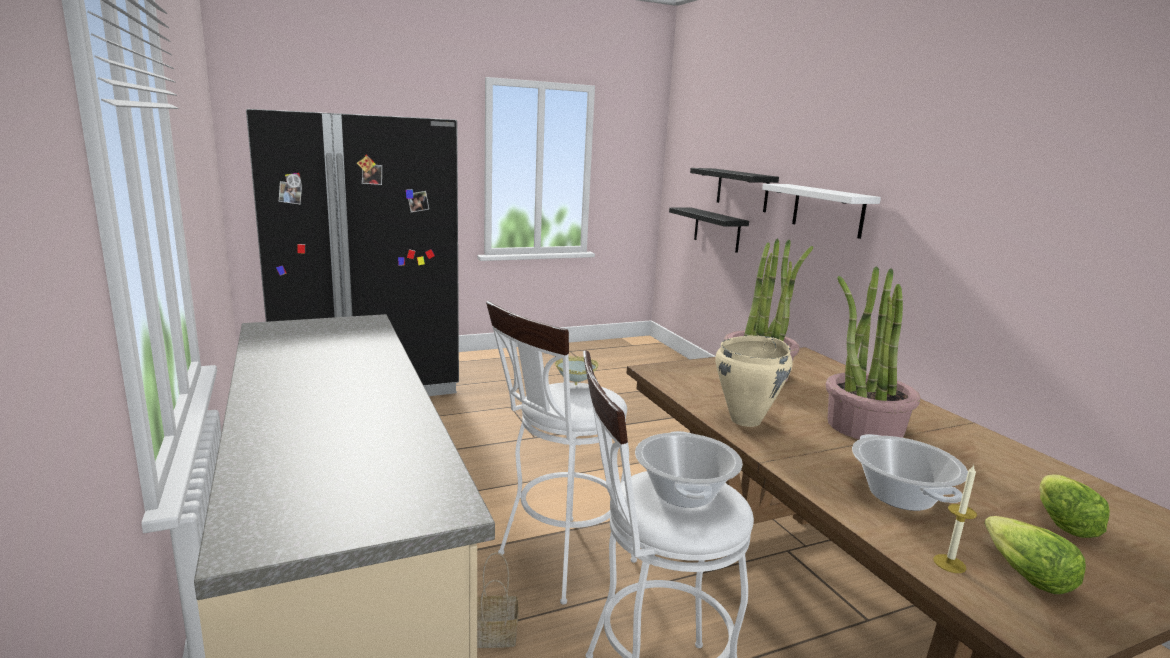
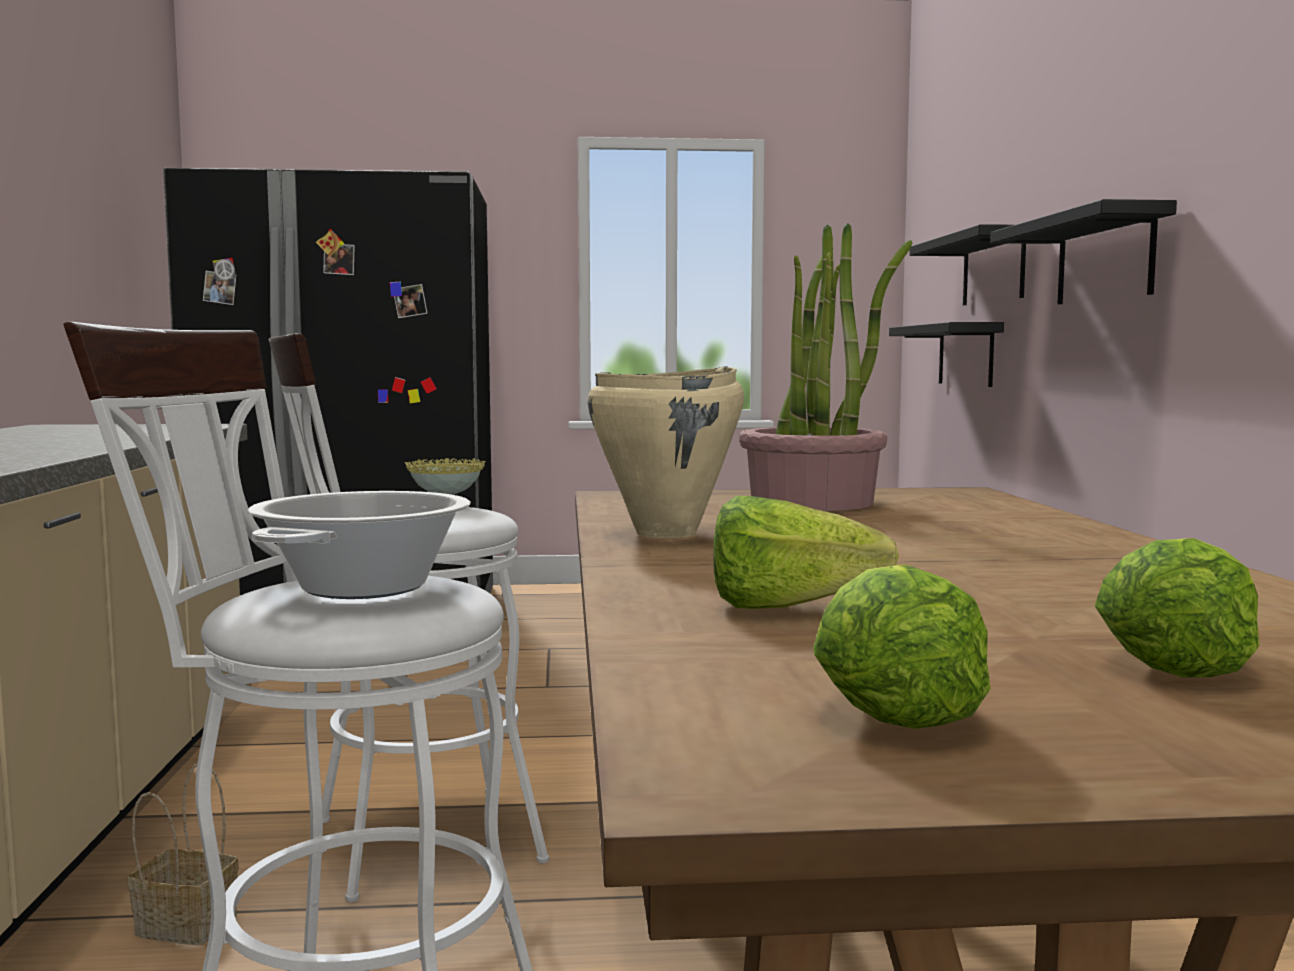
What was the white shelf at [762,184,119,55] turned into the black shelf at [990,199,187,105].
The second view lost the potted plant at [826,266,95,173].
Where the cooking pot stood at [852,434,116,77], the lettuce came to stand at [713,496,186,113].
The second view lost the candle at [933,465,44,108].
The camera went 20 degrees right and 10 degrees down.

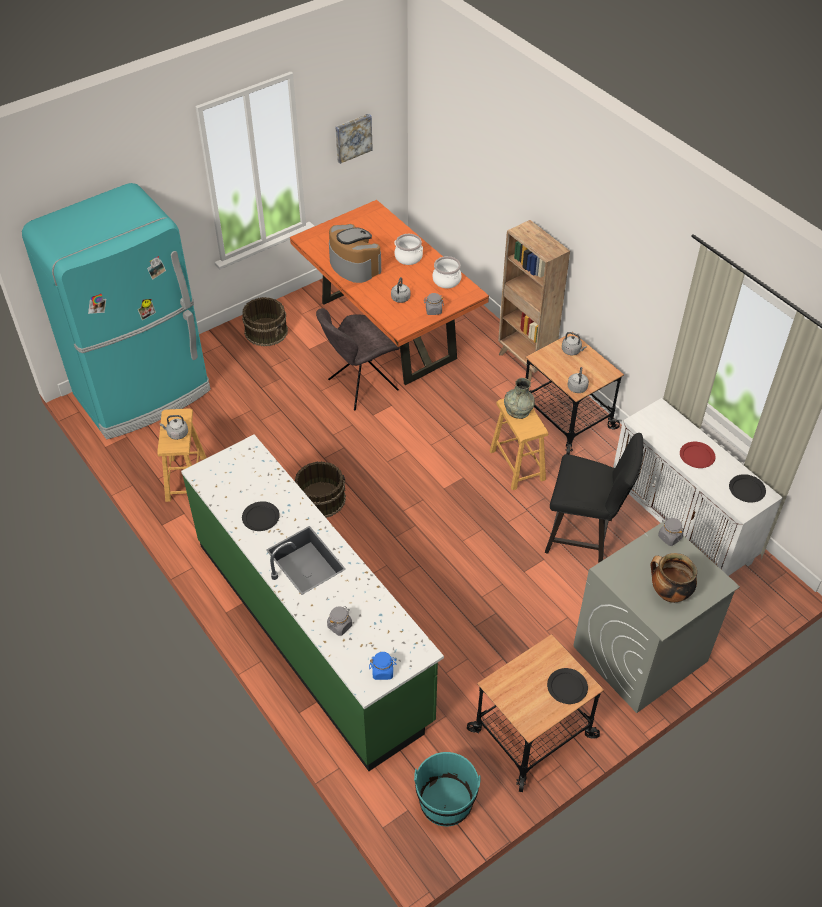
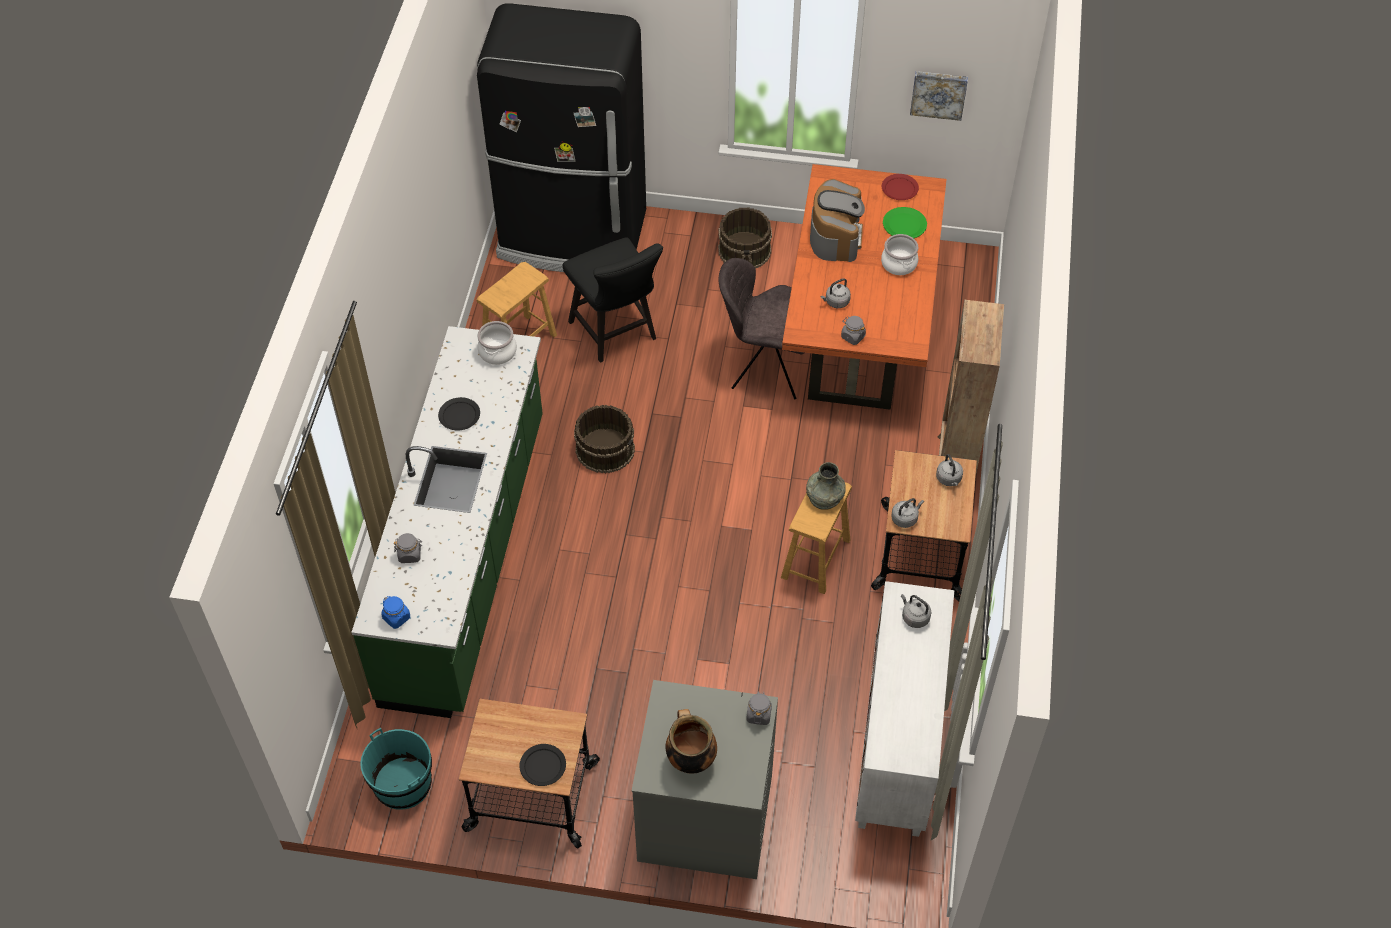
What was the turquoise fridge at [22,183,189,256] turned into the black fridge at [477,3,169,269].
The cooking pot ended up elsewhere, having gone from [433,256,28,32] to [477,321,40,44].
The grey kettle ended up elsewhere, having gone from [160,415,28,25] to [901,594,30,34].
The black chair ended up elsewhere, having gone from [545,433,98,130] to [563,237,100,126].
The red plate ended up elsewhere, having gone from [680,442,35,26] to [882,174,37,26].
The second view lost the black plate at [729,474,37,29].
The second view gained the green plate at [883,207,44,31].
The camera went 45 degrees right and 5 degrees up.

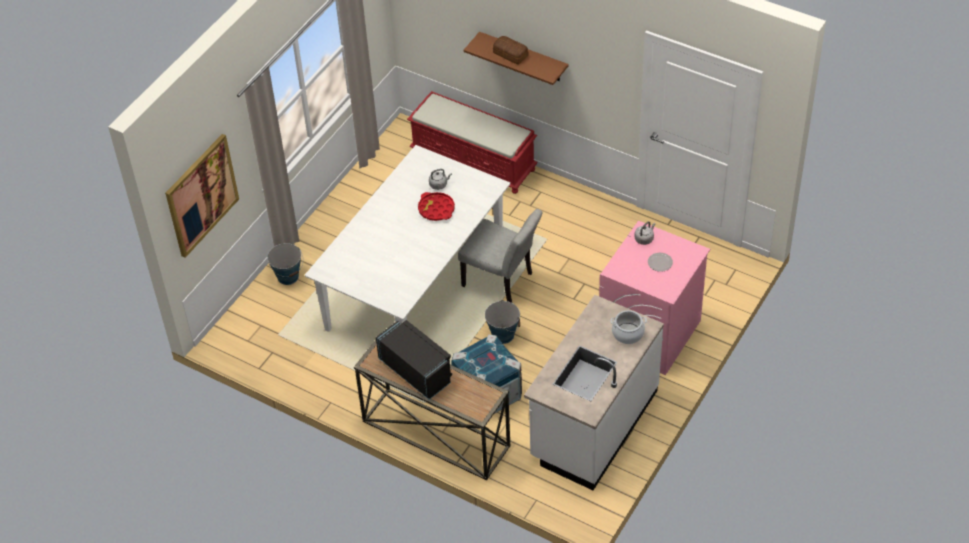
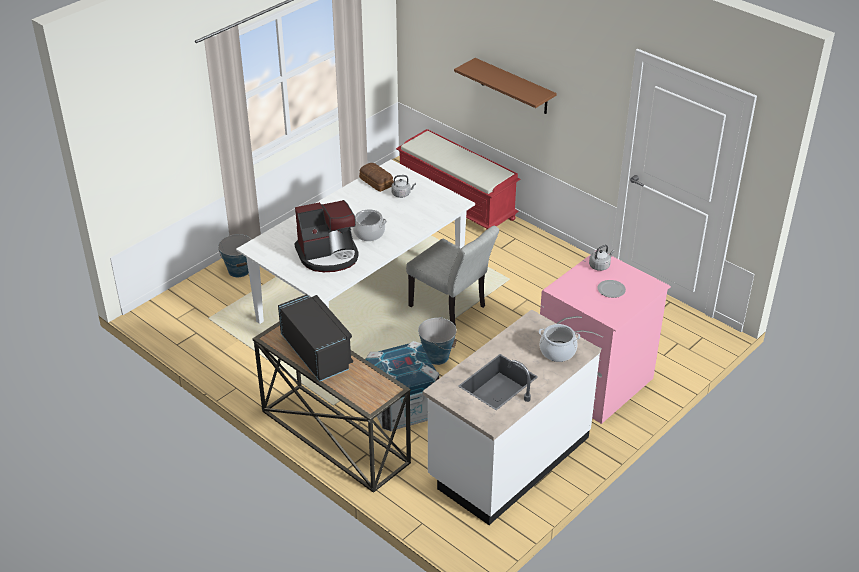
The bread ended up elsewhere, having gone from [493,36,35,29] to [359,163,35,29].
The second view lost the picture at [165,134,74,124].
The second view lost the red tray at [418,192,37,29].
The second view gained the coffee machine at [294,200,65,72].
The second view gained the cooking pot at [353,209,34,32].
The camera went 10 degrees right and 10 degrees down.

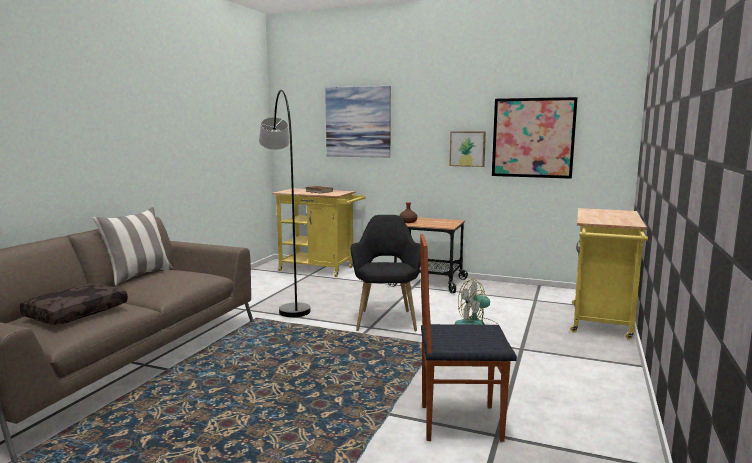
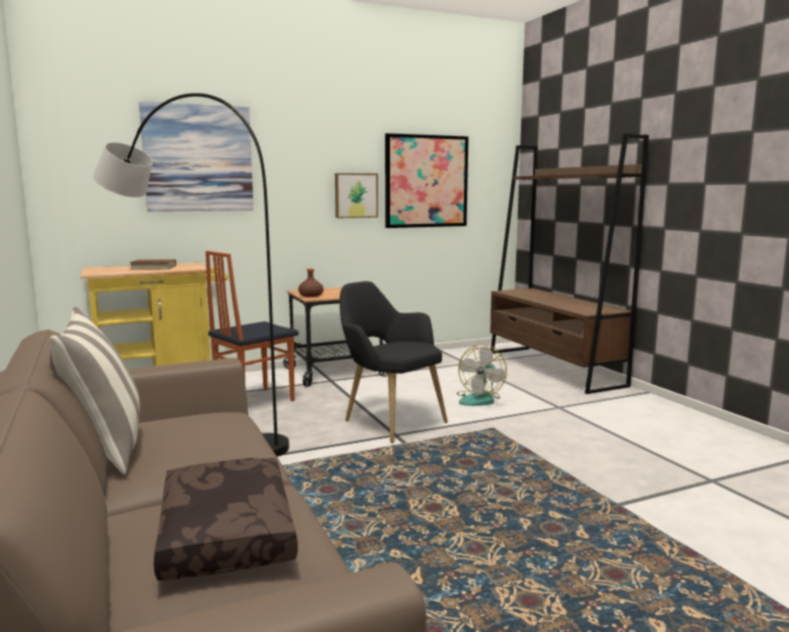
Where the yellow cart stood at [570,208,78,132], the brown bookcase came to stand at [490,134,159,260].
The chair ended up elsewhere, having gone from [420,234,97,208] to [206,251,93,150].
The camera went 45 degrees left and 0 degrees up.

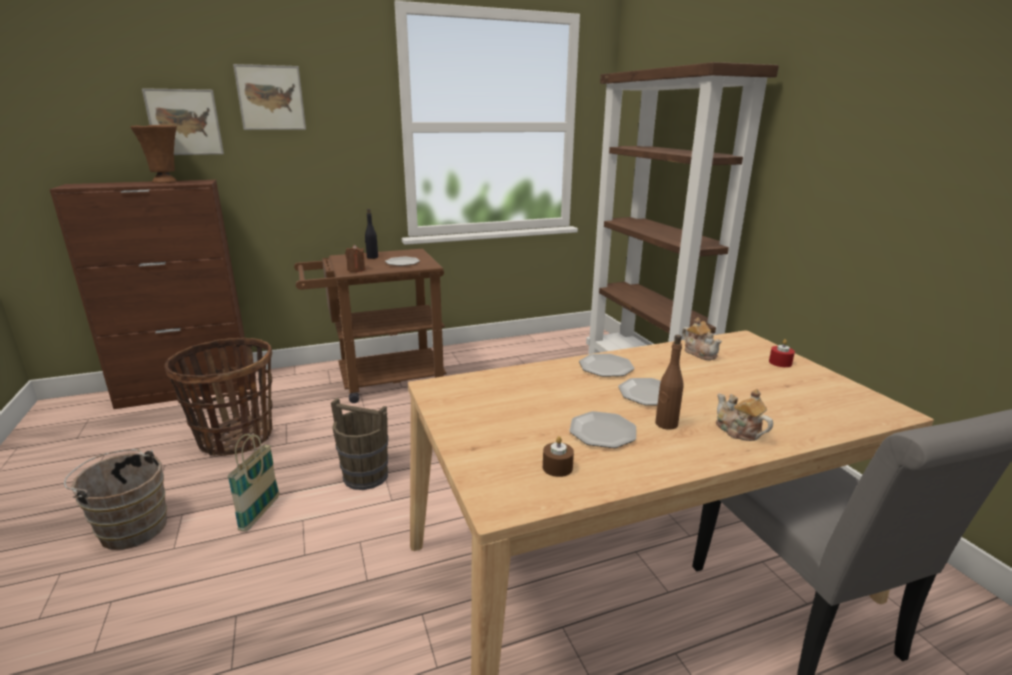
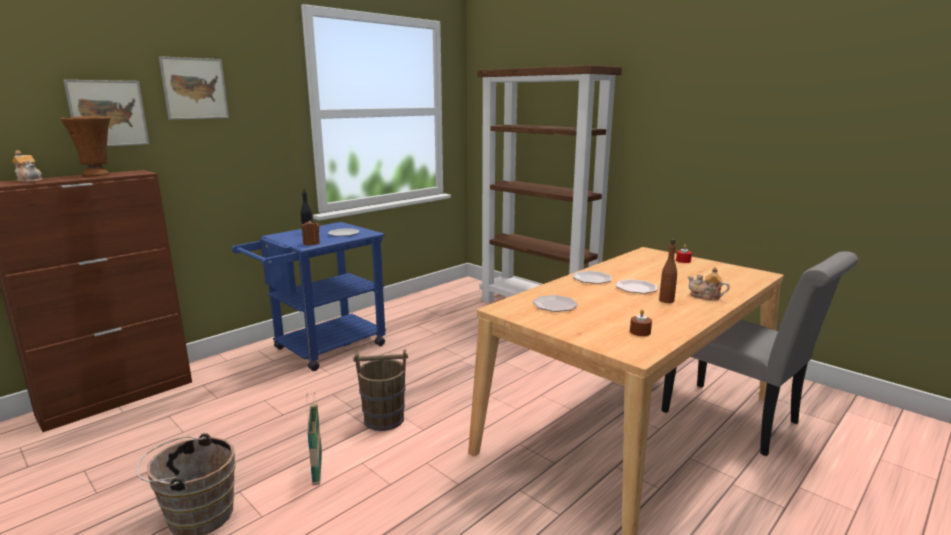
What was the brown cart at [294,249,153,154] turned into the blue cart at [232,222,154,149].
The teapot ended up elsewhere, having gone from [682,317,40,43] to [12,150,31,33].
The second view lost the basket at [164,338,109,118].
The plate ended up elsewhere, having gone from [569,411,67,37] to [533,295,45,17].
The camera went 25 degrees left and 5 degrees down.

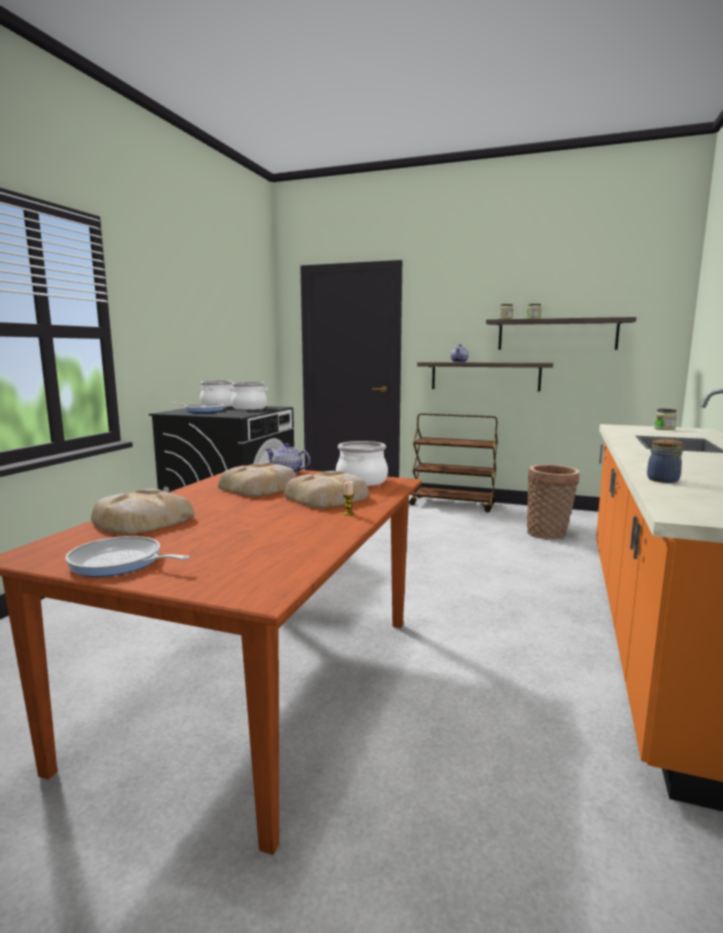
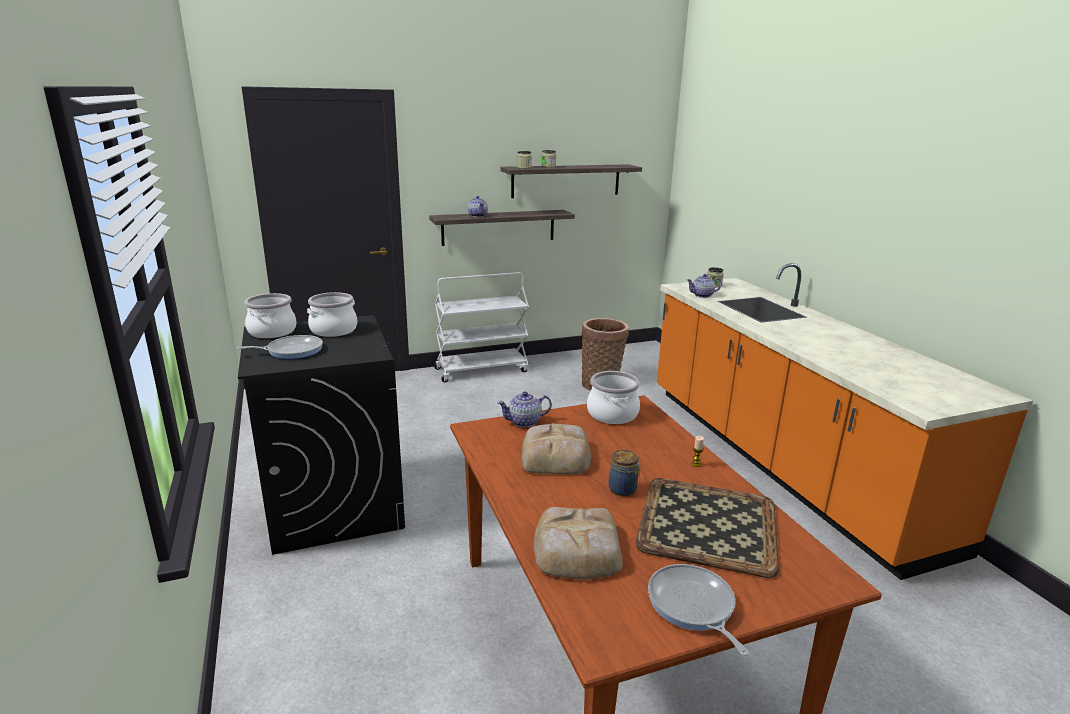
What was the brown cart at [409,413,89,99] turned into the white cart at [434,272,95,110].
The jar ended up elsewhere, having gone from [647,439,36,44] to [608,450,33,46].
The second view lost the bread at [284,471,85,37].
The frying pan at [65,536,125,41] ended up facing another way, 90 degrees clockwise from before.
The second view gained the teapot at [687,274,35,24].
The second view gained the tray at [635,478,144,100].
The camera went 40 degrees left and 10 degrees up.

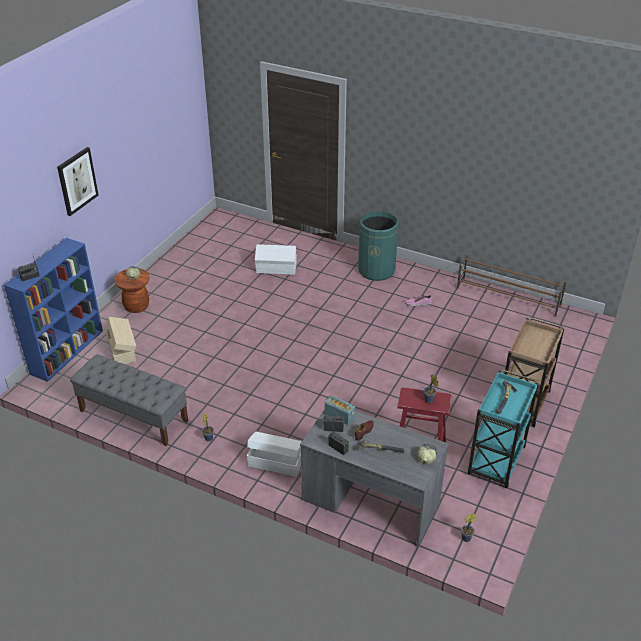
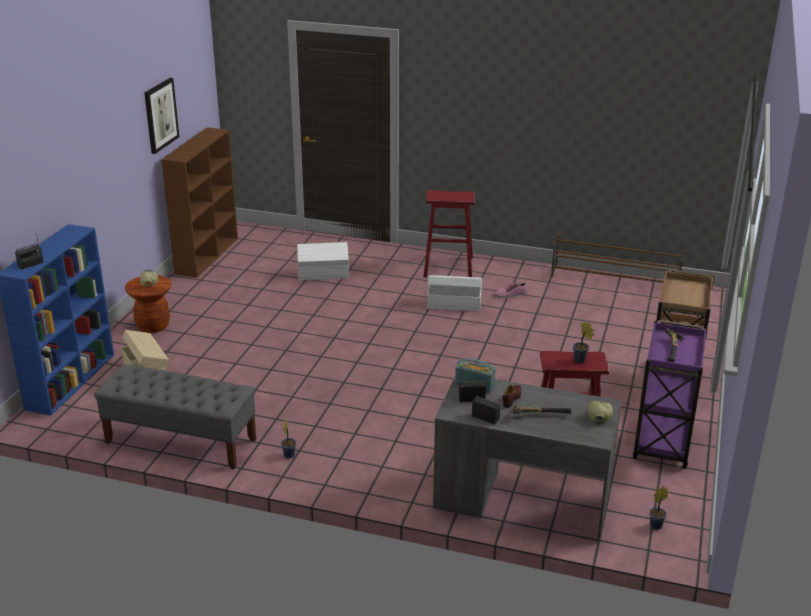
The picture ended up elsewhere, having gone from [57,147,42,69] to [144,78,35,76].
Where the green trash can stood at [358,211,40,70], the red stool came to stand at [423,190,52,88].
What was the turquoise cart at [468,370,71,118] turned into the purple cart at [633,320,74,148].
The white storage box ended up elsewhere, having gone from [247,432,55,45] to [427,275,55,37].
The second view gained the brown bookcase at [161,127,77,151].
The camera went 10 degrees left and 10 degrees down.

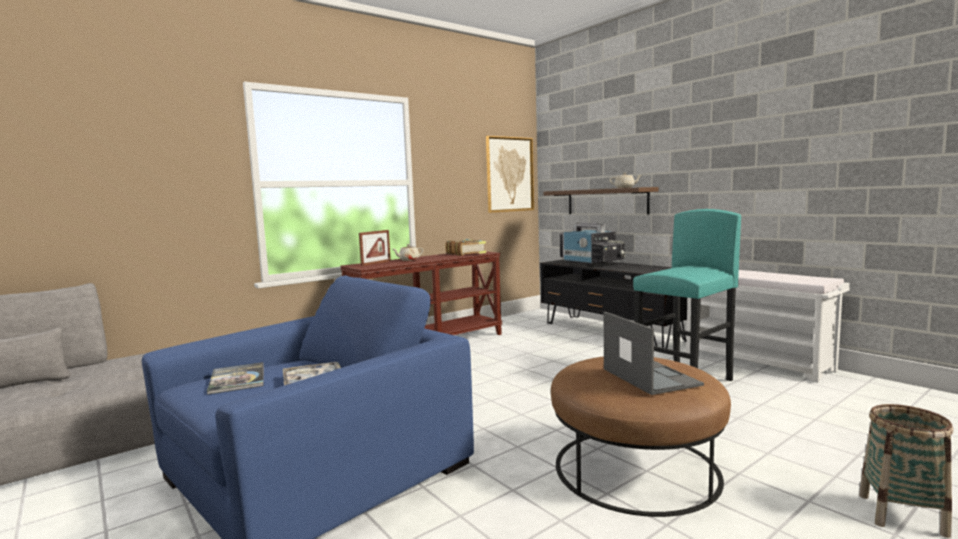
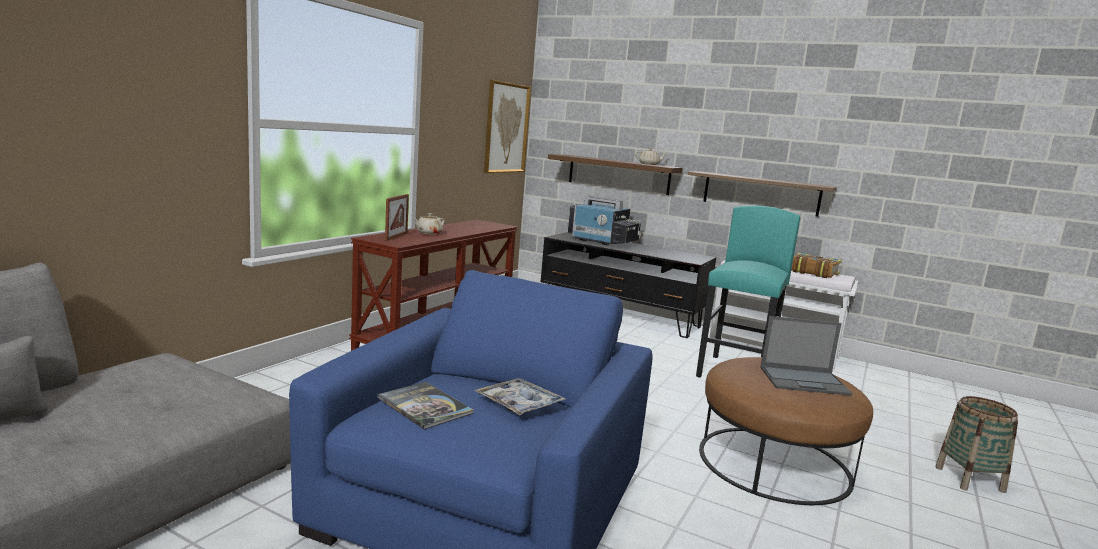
The book ended up elsewhere, having gone from [445,239,41,17] to [791,252,51,26].
The laptop at [604,312,100,83] ended up facing another way, 135 degrees clockwise from before.
The second view gained the shelf at [688,171,149,46].
The camera went 25 degrees left and 5 degrees up.

